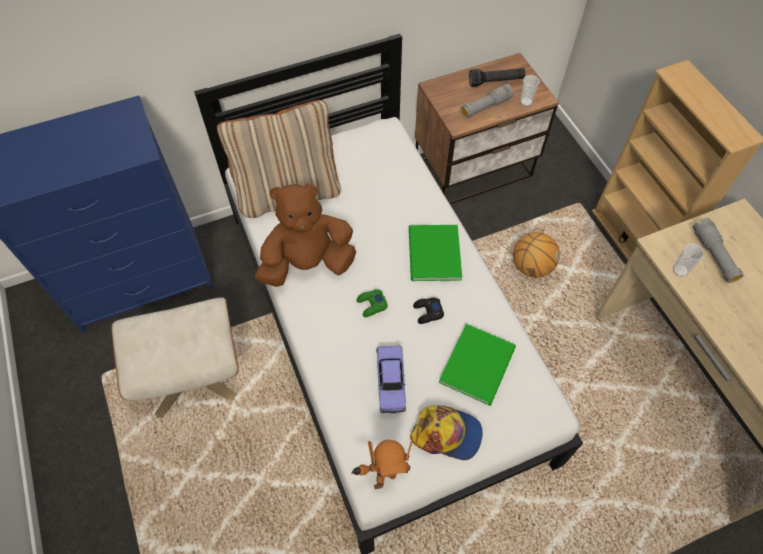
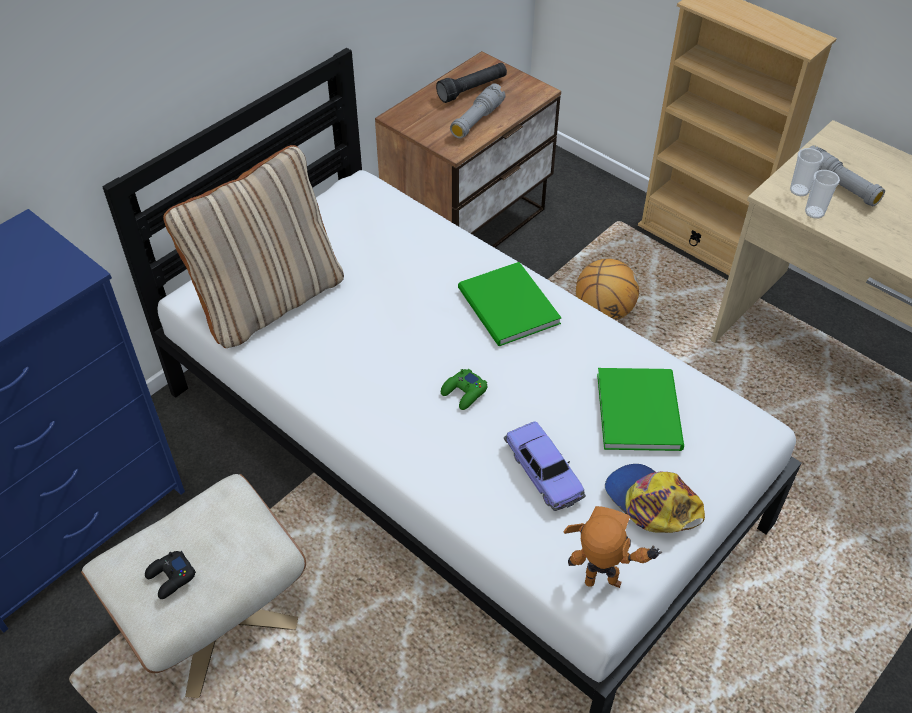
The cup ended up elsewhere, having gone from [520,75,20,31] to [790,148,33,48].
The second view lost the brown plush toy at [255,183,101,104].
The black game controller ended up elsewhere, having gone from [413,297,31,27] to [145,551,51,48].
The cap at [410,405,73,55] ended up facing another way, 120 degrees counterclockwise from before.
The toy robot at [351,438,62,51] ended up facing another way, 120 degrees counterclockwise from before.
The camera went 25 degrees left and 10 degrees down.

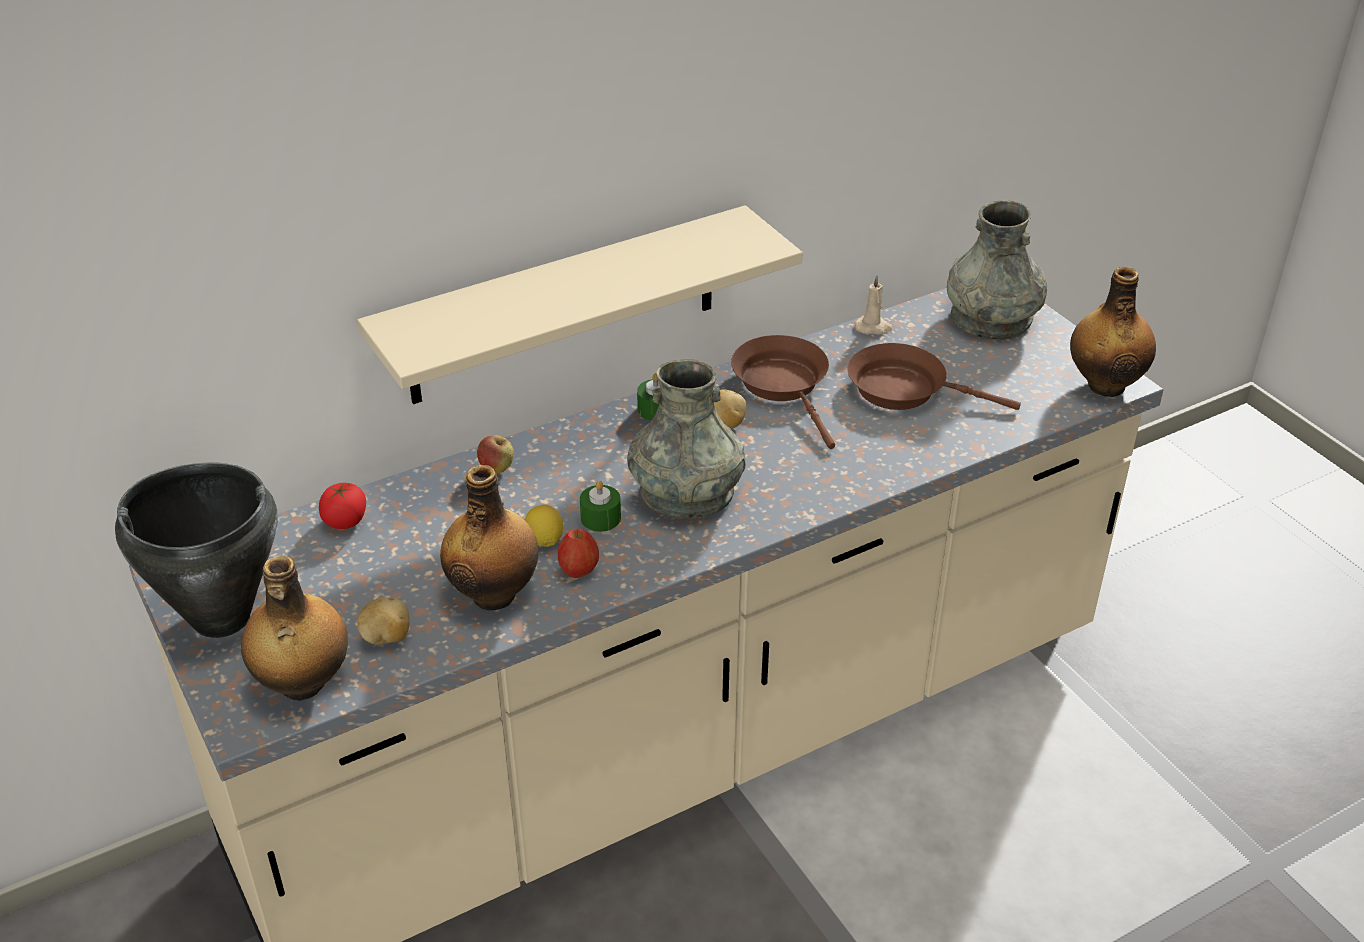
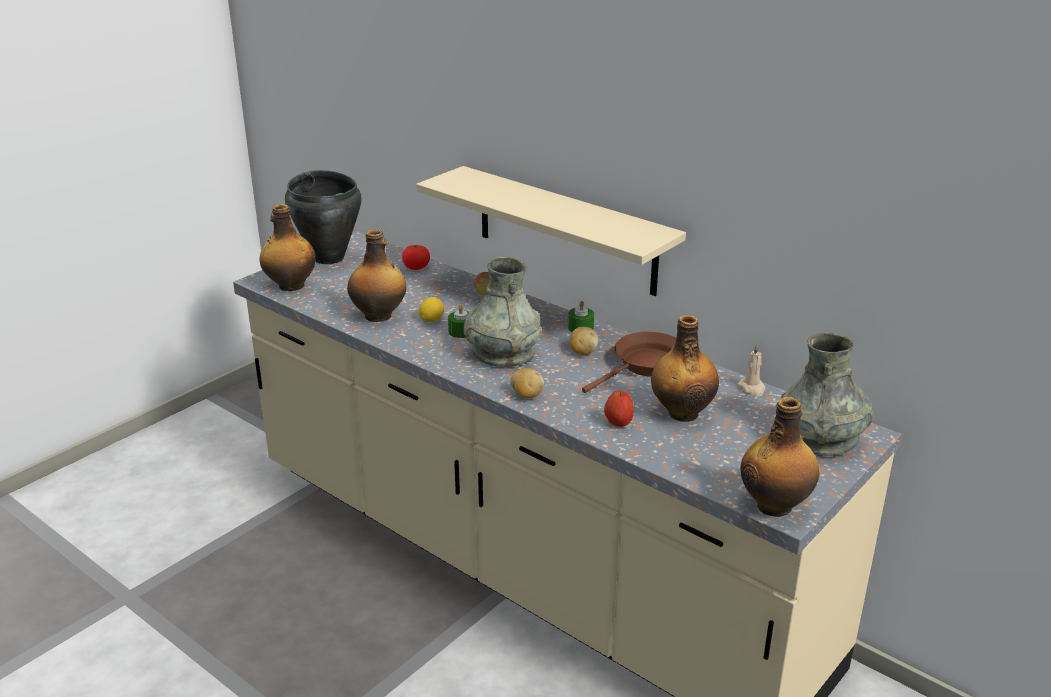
Where the brown frying pan stood at [848,343,173,67], the bottle came to stand at [651,315,68,107].
The apple ended up elsewhere, having gone from [558,528,41,50] to [604,390,30,37].
The potato ended up elsewhere, having gone from [358,597,52,48] to [510,368,34,30].
The camera went 70 degrees right and 10 degrees down.

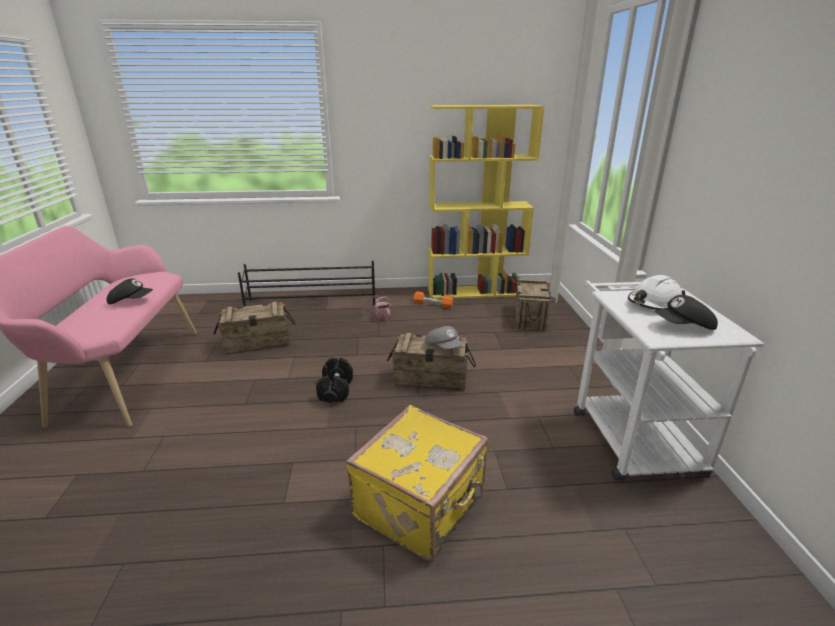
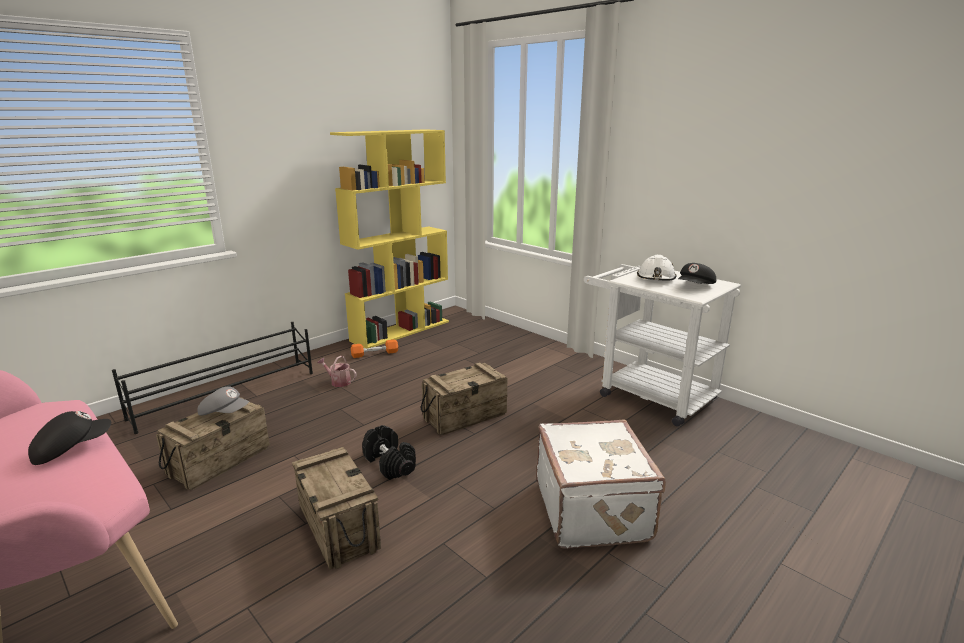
The crate ended up elsewhere, having gone from [515,279,36,53] to [292,447,89,122].
The grey cap ended up elsewhere, having gone from [425,326,37,23] to [197,387,52,29].
What was the yellow suitcase at [346,405,143,156] turned into the white suitcase at [536,420,130,129].
The camera went 40 degrees left and 5 degrees down.

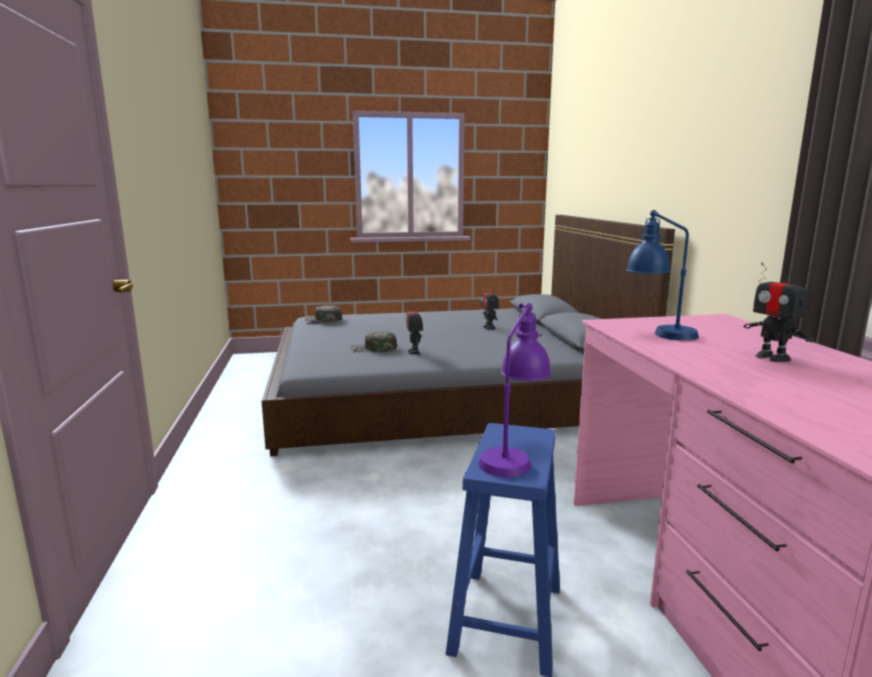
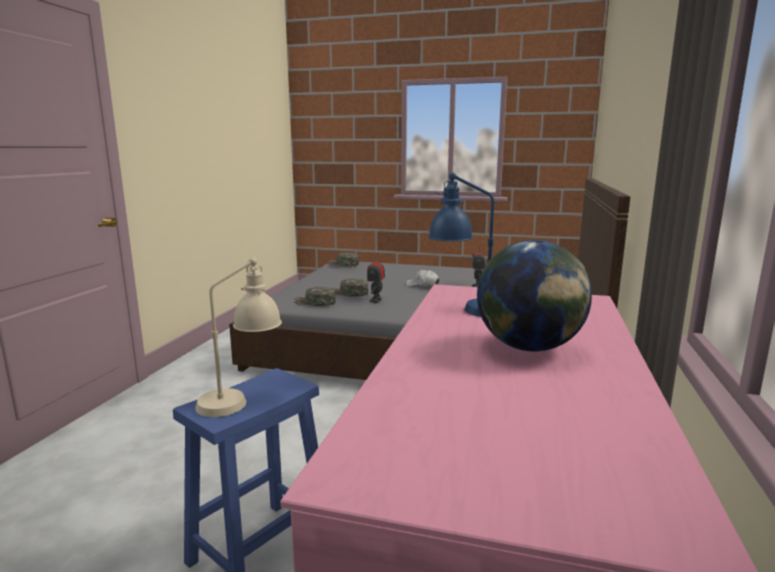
Where the toy robot stood at [744,263,69,99], the globe came to stand at [477,240,115,112].
What was the purple table lamp at [478,303,73,174] turned into the beige table lamp at [195,258,87,159].
The second view gained the white cap at [406,270,33,17].
The second view gained the green cap at [293,287,43,19].
The camera went 25 degrees right and 0 degrees up.

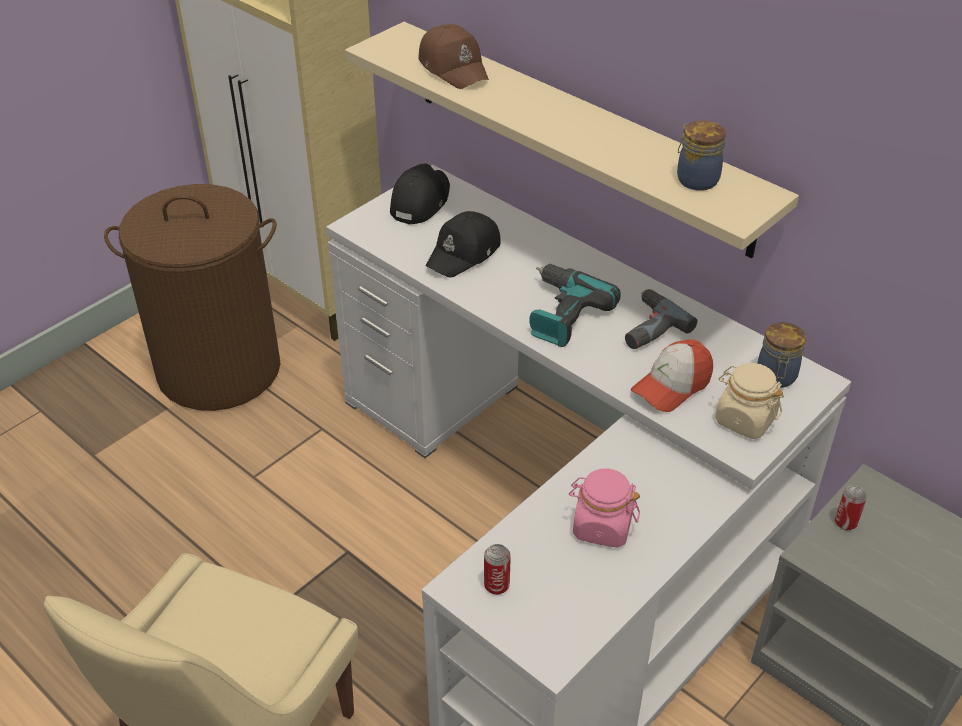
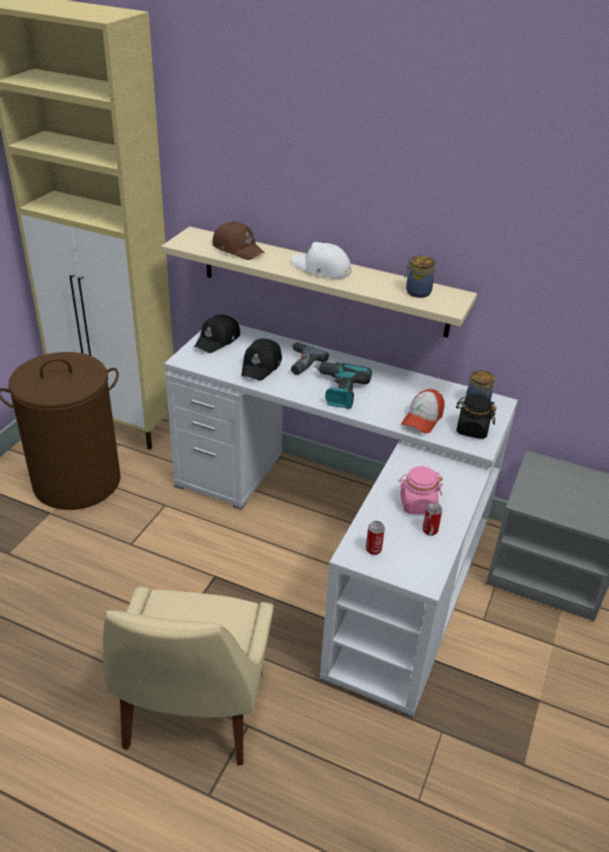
The black cap at [390,164,60,61] ended up facing another way, 150 degrees counterclockwise from before.
The power drill ended up elsewhere, having gone from [625,289,73,60] to [291,342,38,33].
What was the beige jar at [715,363,69,76] turned into the black jar at [456,394,41,45].
The can ended up elsewhere, having gone from [835,486,32,44] to [422,502,20,34].
The second view gained the white cap at [292,242,60,37].
The camera went 20 degrees left and 5 degrees down.

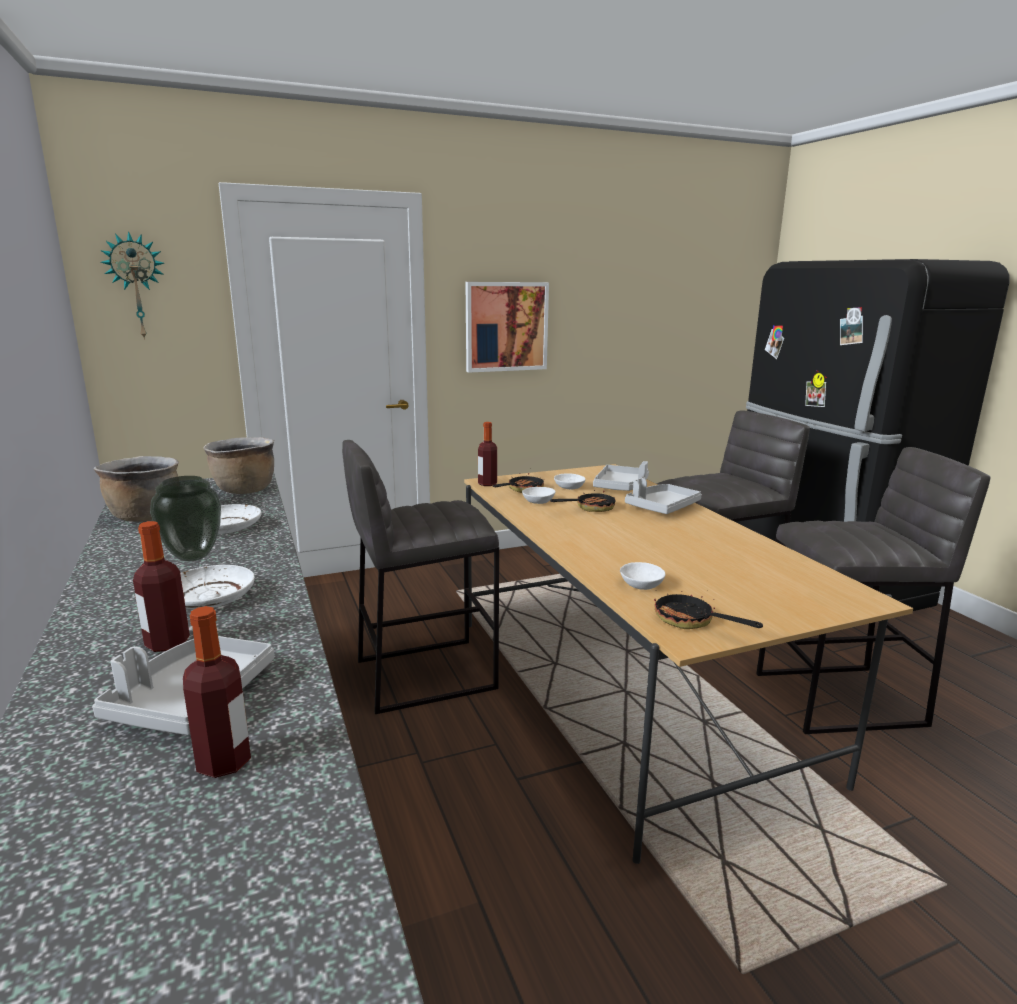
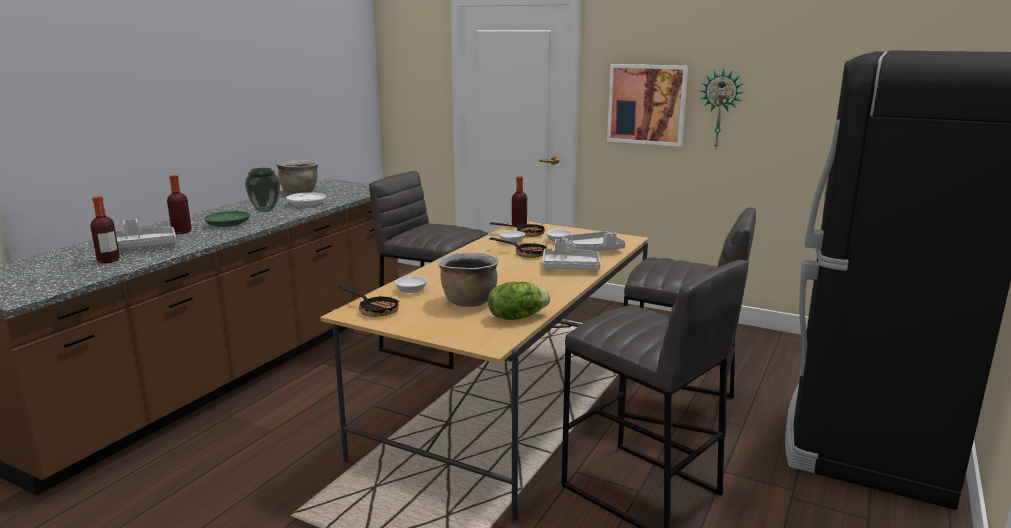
The wall clock ended up elsewhere, having gone from [100,231,64,109] to [700,69,44,79].
The brown cooking pot ended up elsewhere, having gone from [203,437,71,57] to [438,253,61,54].
What was the white plate at [180,565,75,44] turned into the green plate at [204,211,46,16].
The frying pan at [654,591,109,38] ended up facing another way, 120 degrees clockwise from before.
The second view gained the lettuce at [488,282,63,38].
The camera went 50 degrees right and 0 degrees up.

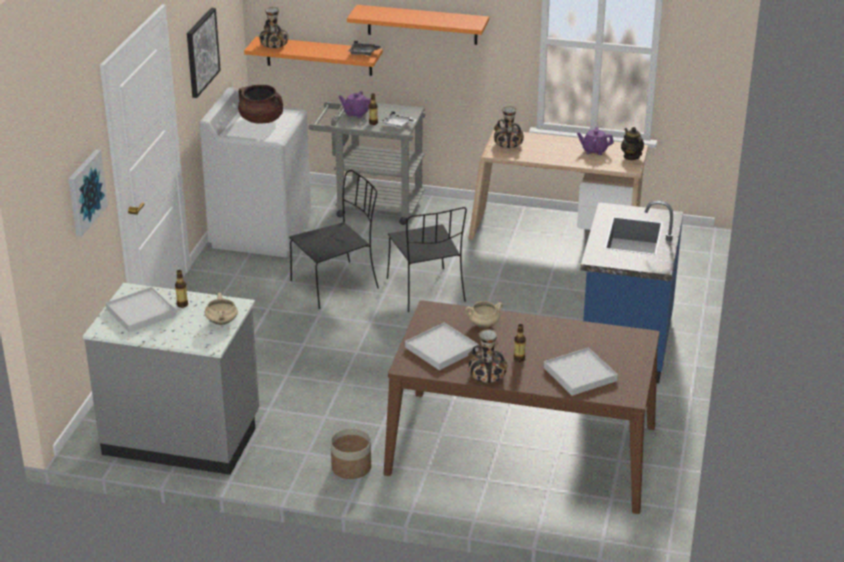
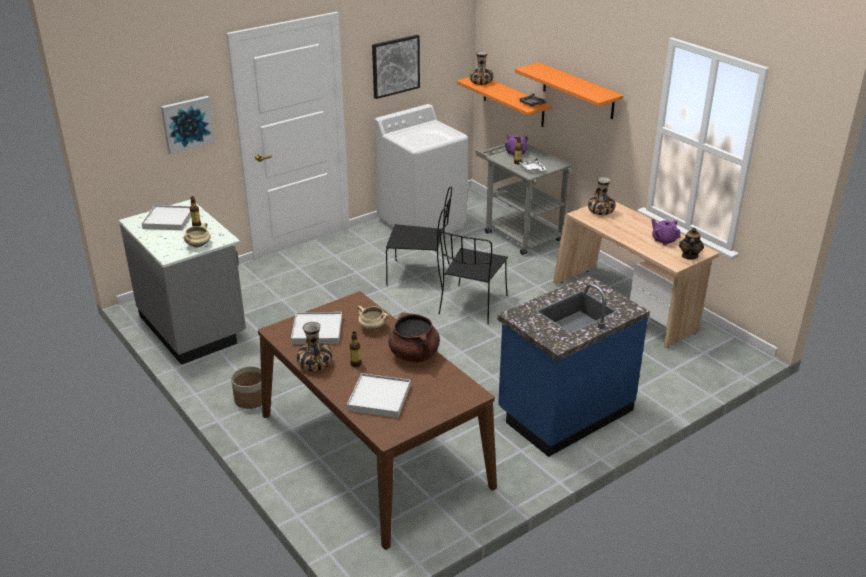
The brown cooking pot ended up elsewhere, having gone from [238,85,45,39] to [388,313,52,50].
The camera went 40 degrees right and 0 degrees up.

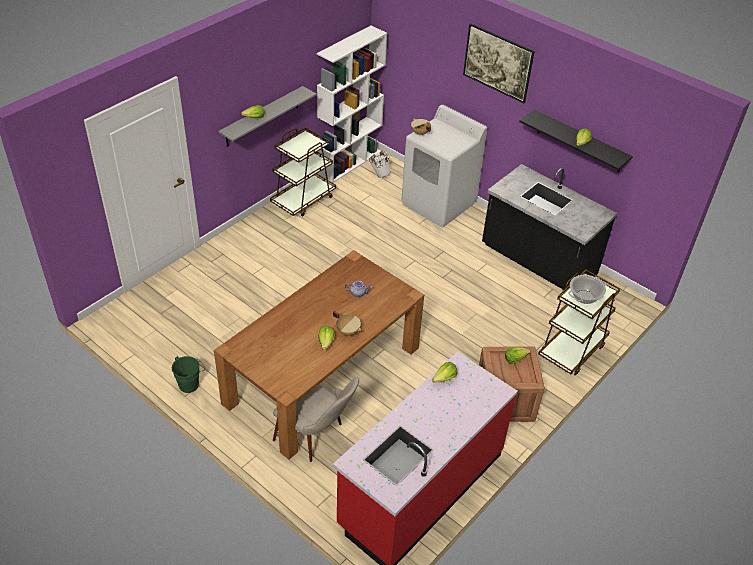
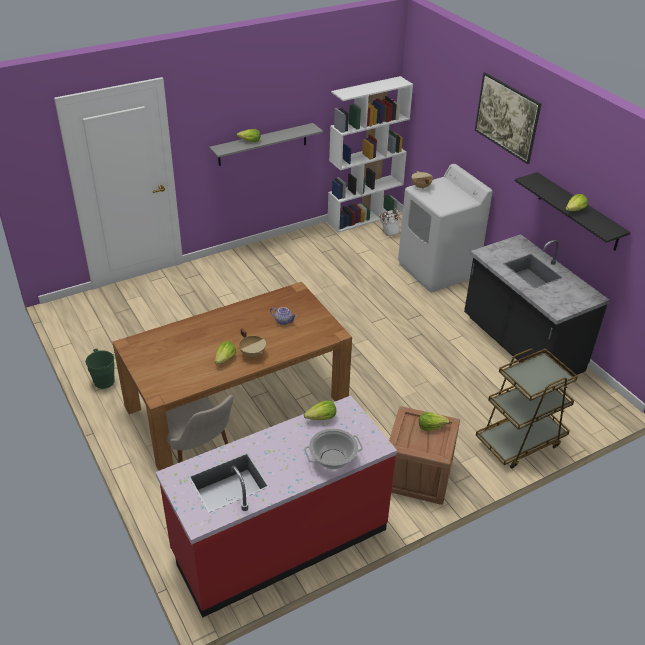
The second view lost the brown cart at [270,127,66,90].
The cooking pot ended up elsewhere, having gone from [568,275,38,29] to [304,429,59,41].
The camera went 20 degrees right and 5 degrees down.

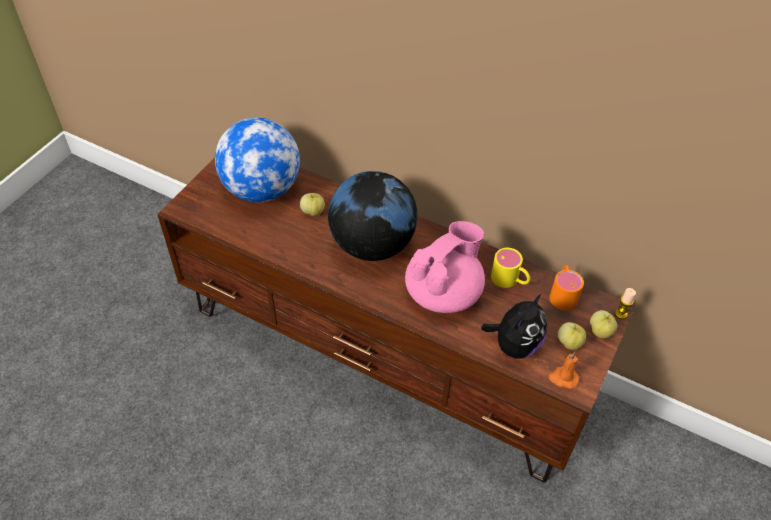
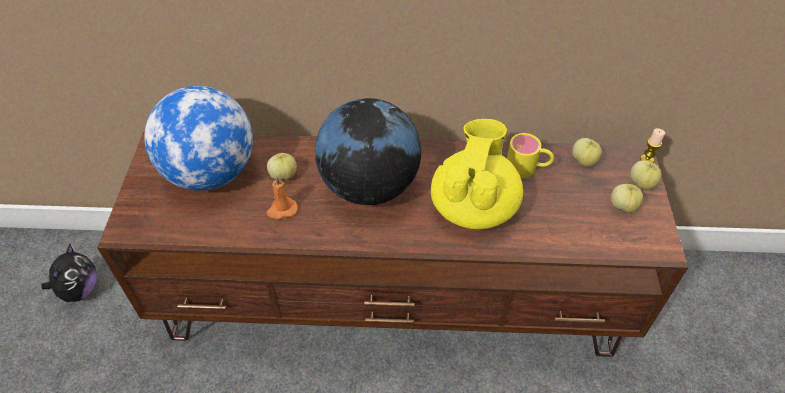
What was the pink teapot at [405,221,80,92] turned into the yellow teapot at [431,119,92,110].
Where the orange mug stood at [549,265,35,45], the apple came to stand at [572,138,30,29].
The plush toy ended up elsewhere, having gone from [481,294,66,65] to [41,244,56,58].
The orange candle ended up elsewhere, having gone from [548,352,31,37] to [266,176,32,43].
The camera went 25 degrees left and 0 degrees up.

